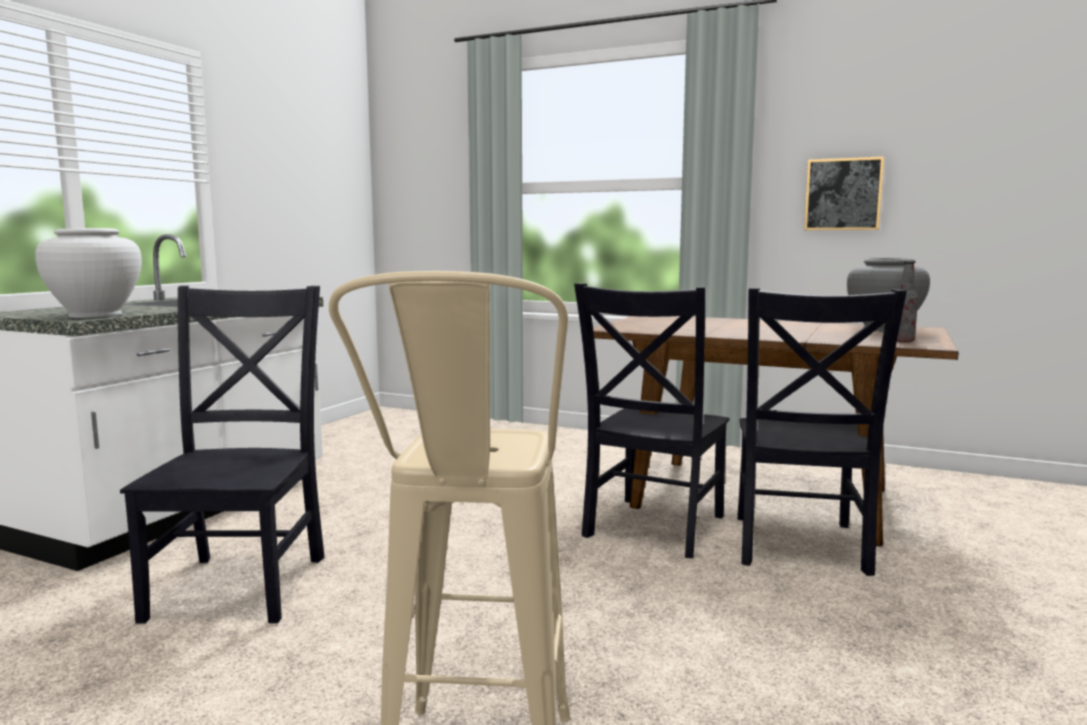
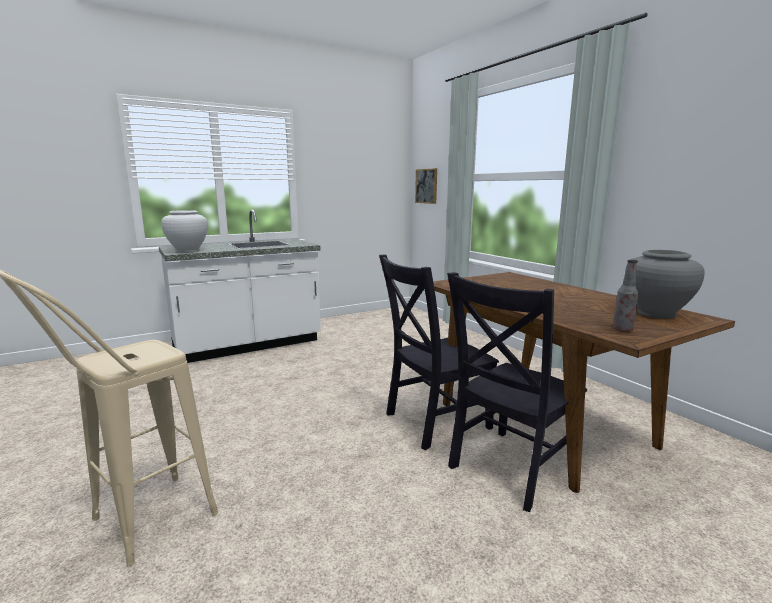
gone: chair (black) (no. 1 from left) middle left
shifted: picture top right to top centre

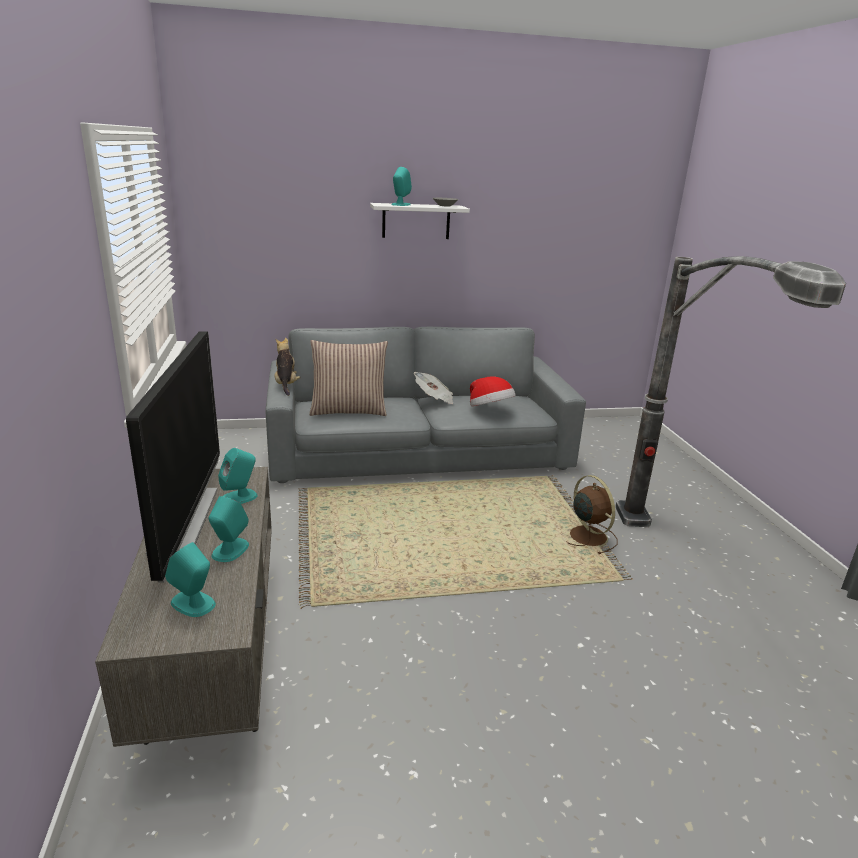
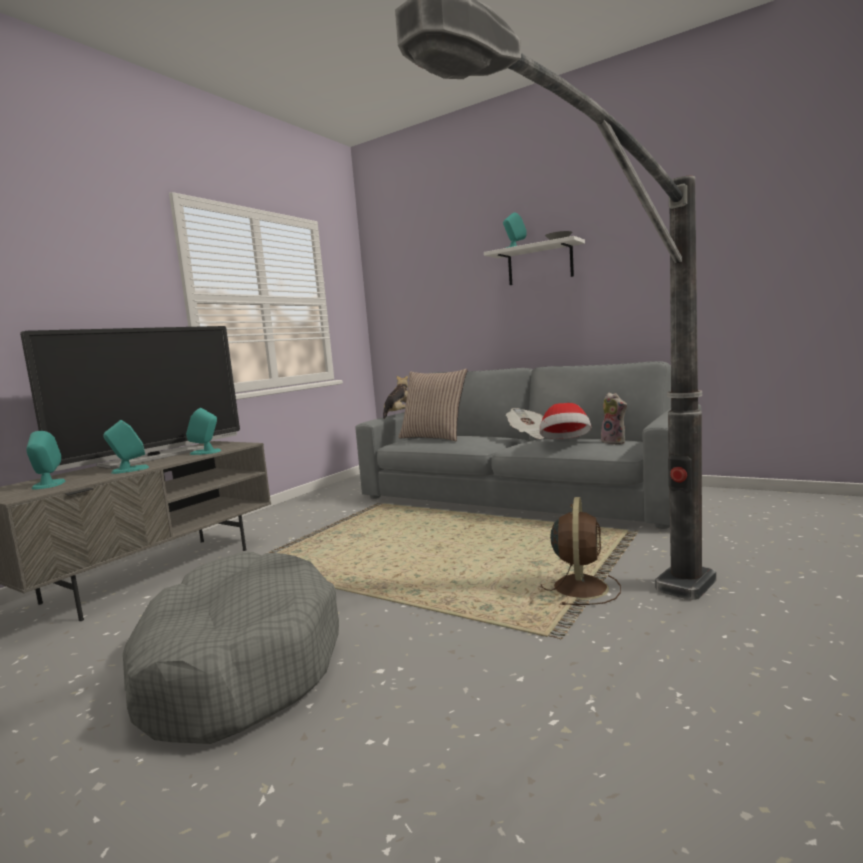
new: dog bed (grey) bottom left; plush toy (no. 2 from left) middle right

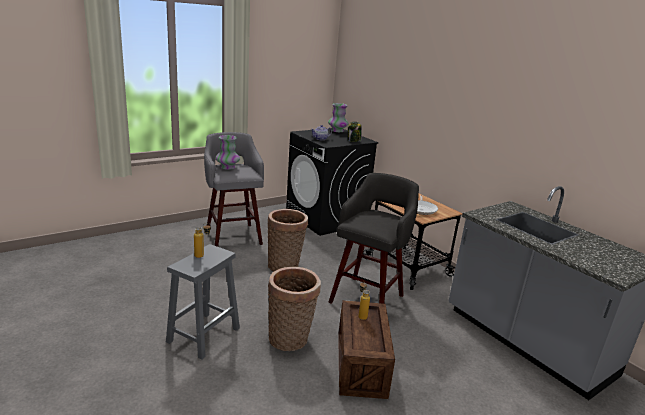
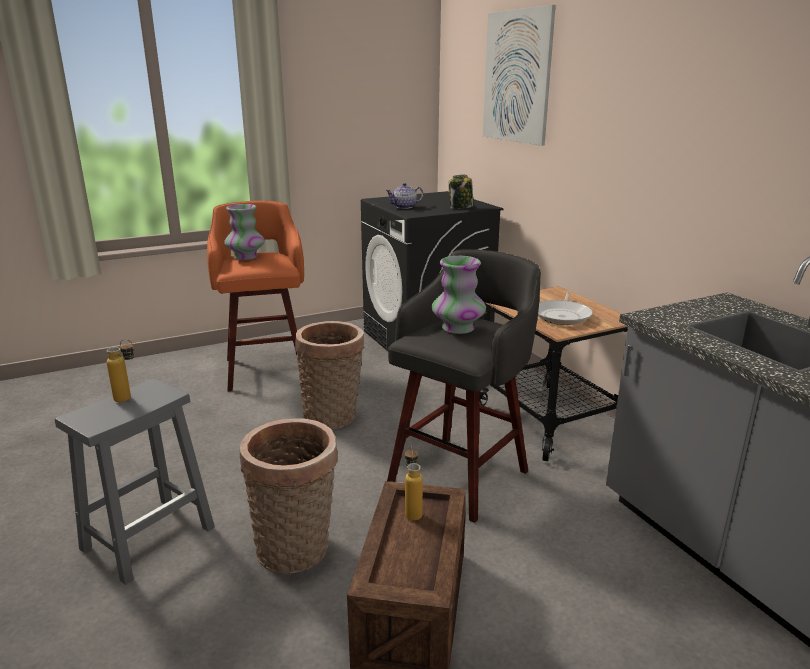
new: picture top centre
shifted: vase (no. 2 from left) top centre to centre
repainted: stool (grey) (no. 2 from left) centre to stool (orange) middle left

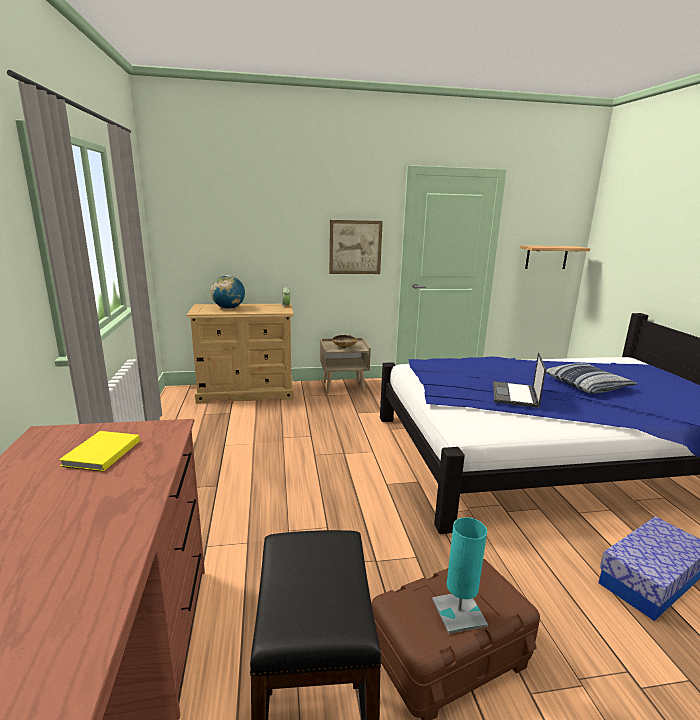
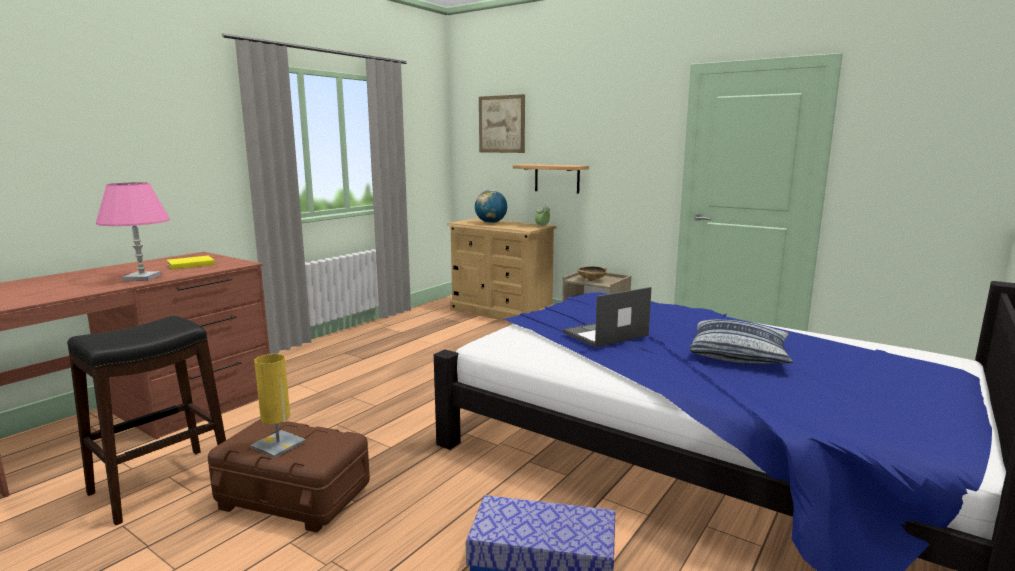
new: table lamp (pink) middle left
shifted: picture centre to top centre; shelf middle right to top centre
repainted: table lamp (turquoise) bottom centre to table lamp (yellow) bottom left

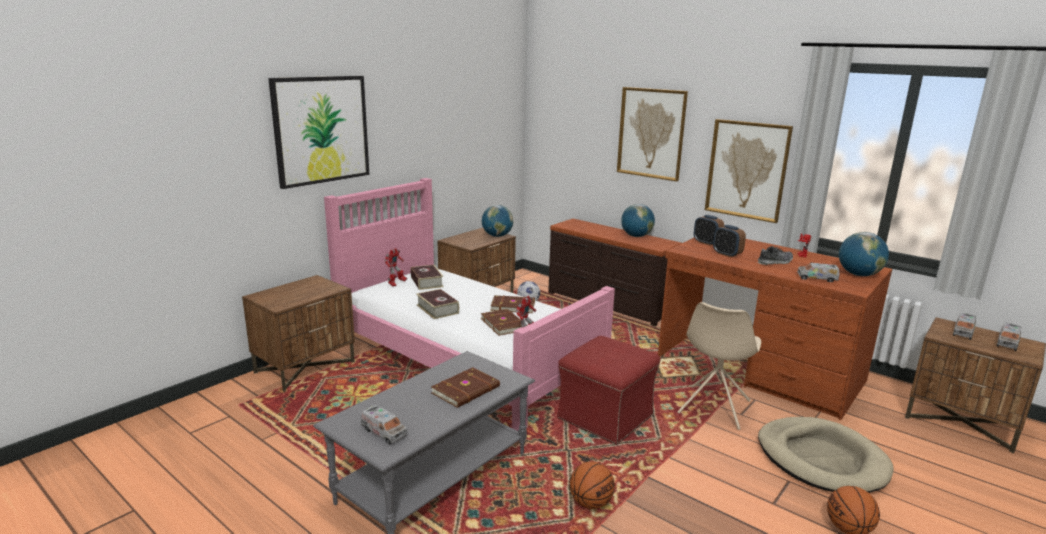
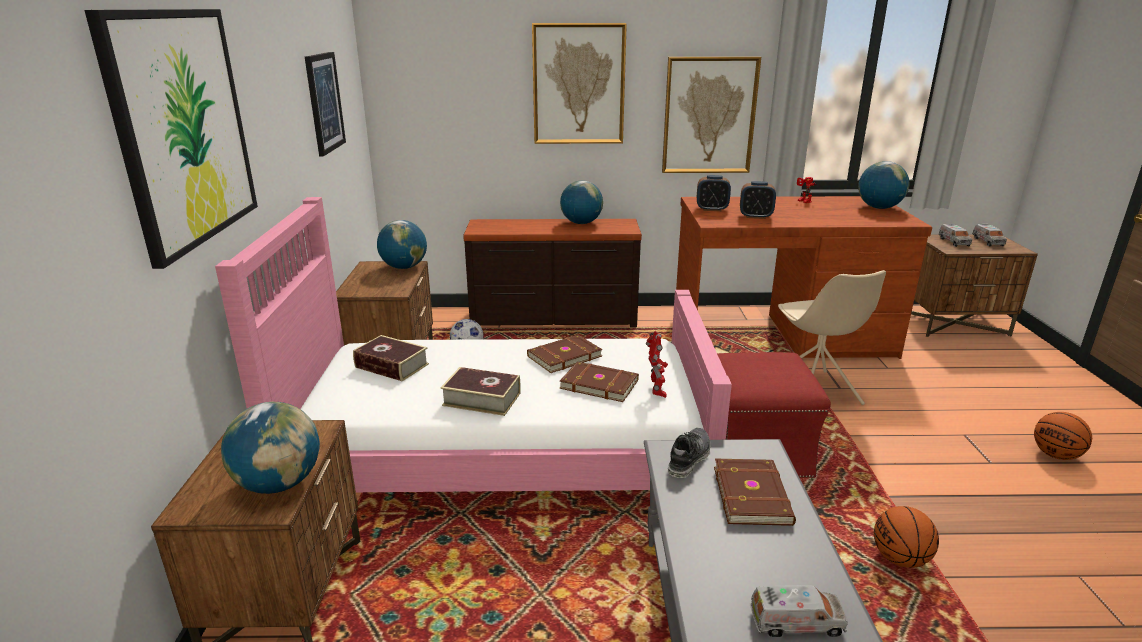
gone: toy robot (no. 1 from left) centre; dog bed (beige) bottom right; toy truck (no. 2 from left) middle right
new: globe (no. 1 from left) bottom left; picture (no. 2 from left) top left
shifted: shoe middle right to bottom centre

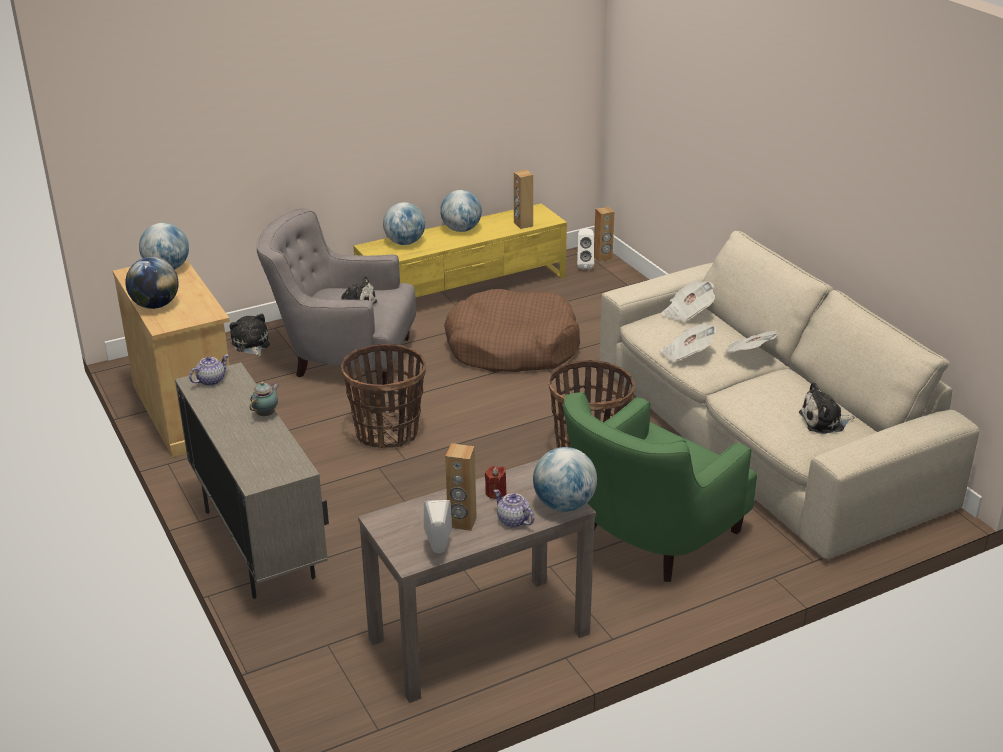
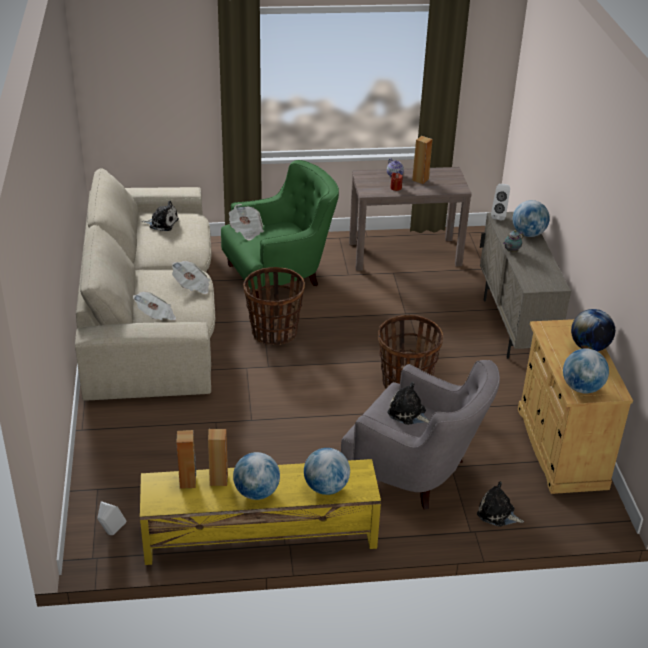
gone: teapot (no. 1 from left) middle left; dog bed (brown) centre
shifted: speaker (white) (no. 1 from left in the first image) bottom centre to speaker (white) (no. 2 from left) top right; globe (no. 5 from left in the first image) centre to globe (no. 3 from left) middle right; speaker (brown) (no. 3 from left in the first image) top centre to speaker (brown) (no. 2 from left) bottom centre; newspaper (no. 3 from left) middle right to centre
rotated: plush toy (no. 1 from left in the first image) middle left = bottom right 120 degrees clockwise

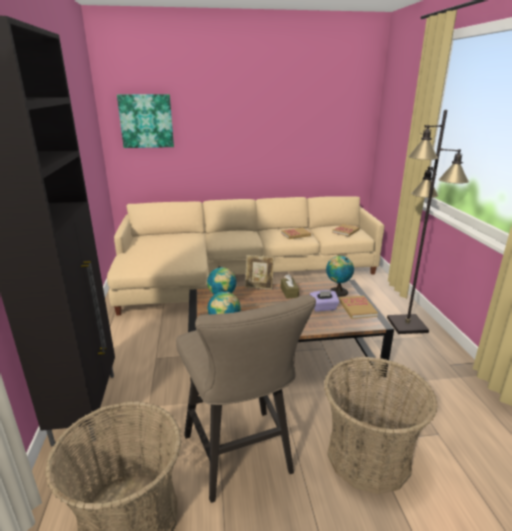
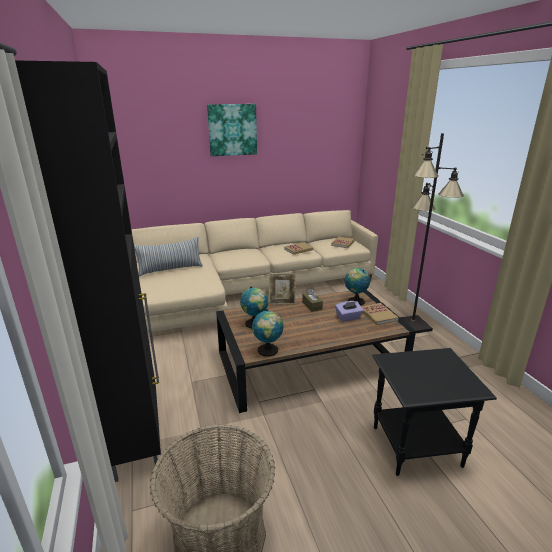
gone: stool (beige) bottom centre
new: pillow middle left
shifted: picture top left to top centre
swapped: basket (no. 2 from left) bottom right to side table (black) bottom right

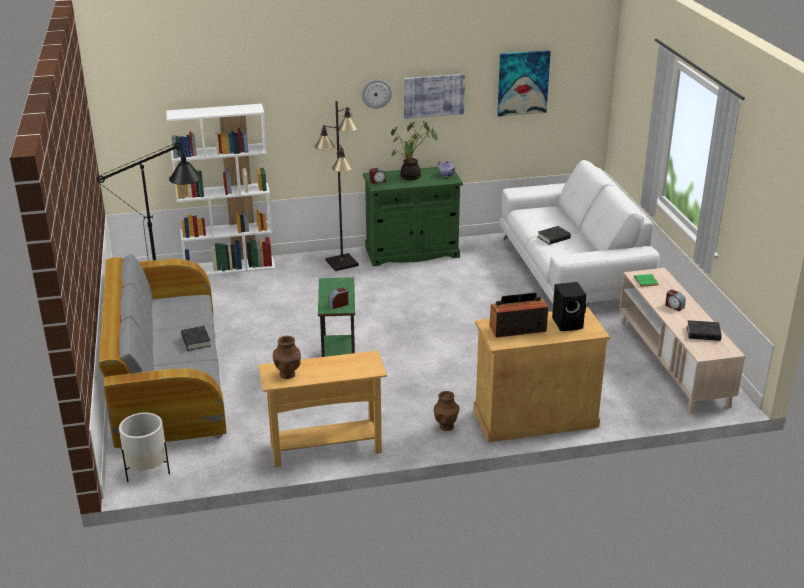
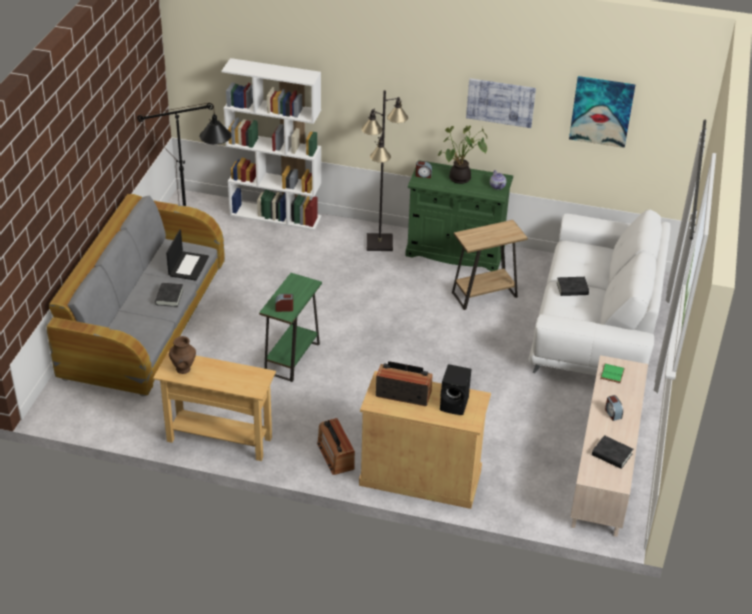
gone: planter (white) bottom left; wall clock top centre
new: laptop middle left; side table (brown) centre
swapped: vase (brown) (no. 2 from left) bottom centre to radio (no. 1 from left) bottom centre

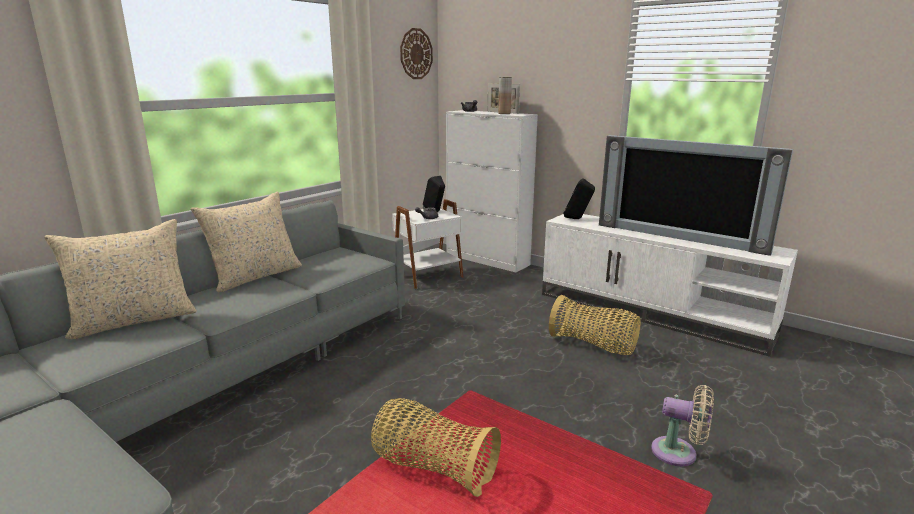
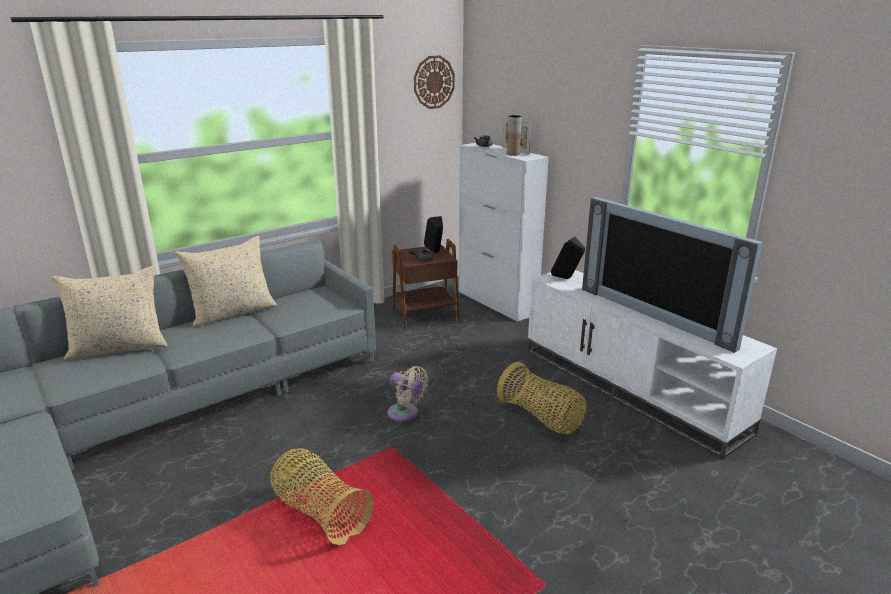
shifted: fan (beige) bottom right to centre
repainted: side table (white) centre to side table (brown) centre

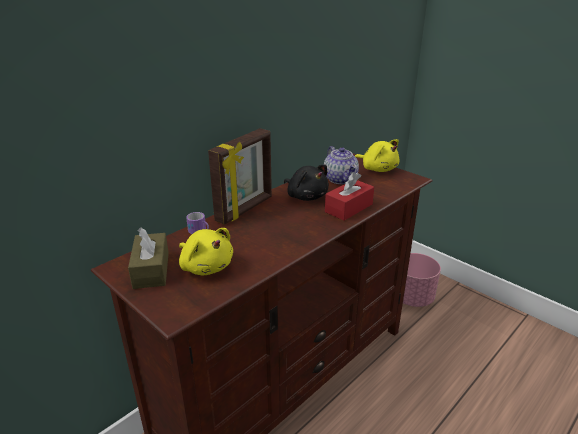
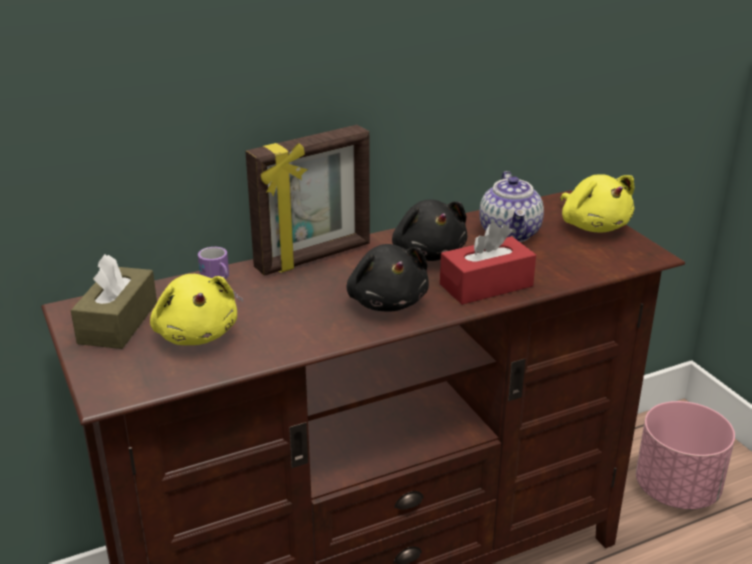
new: plush toy (black) (no. 1 from left) centre

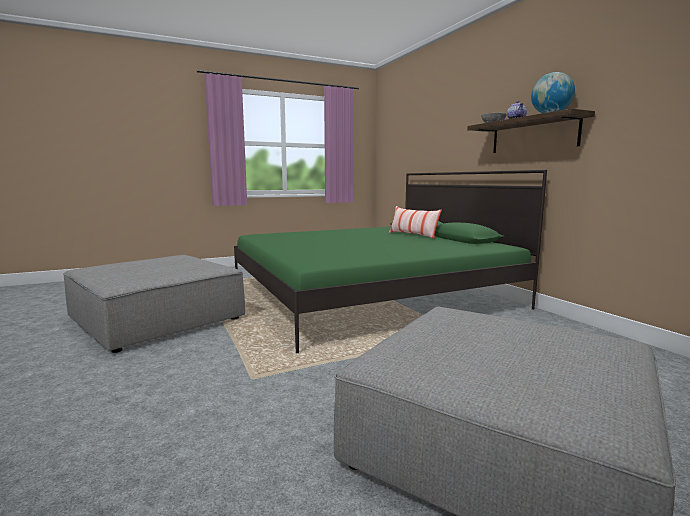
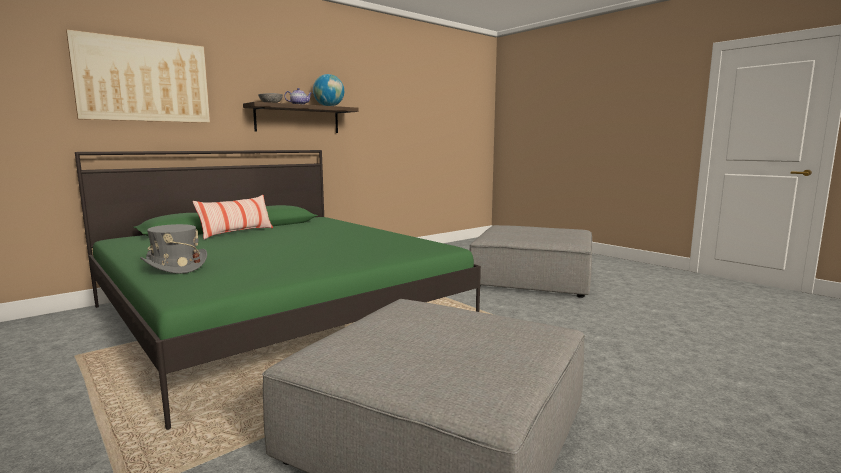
new: picture top left; hat (grey) middle left

